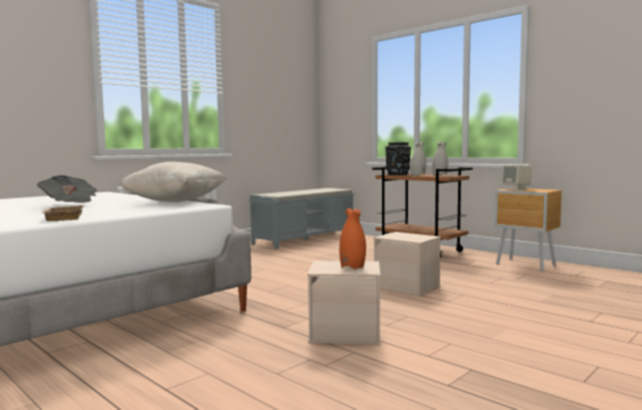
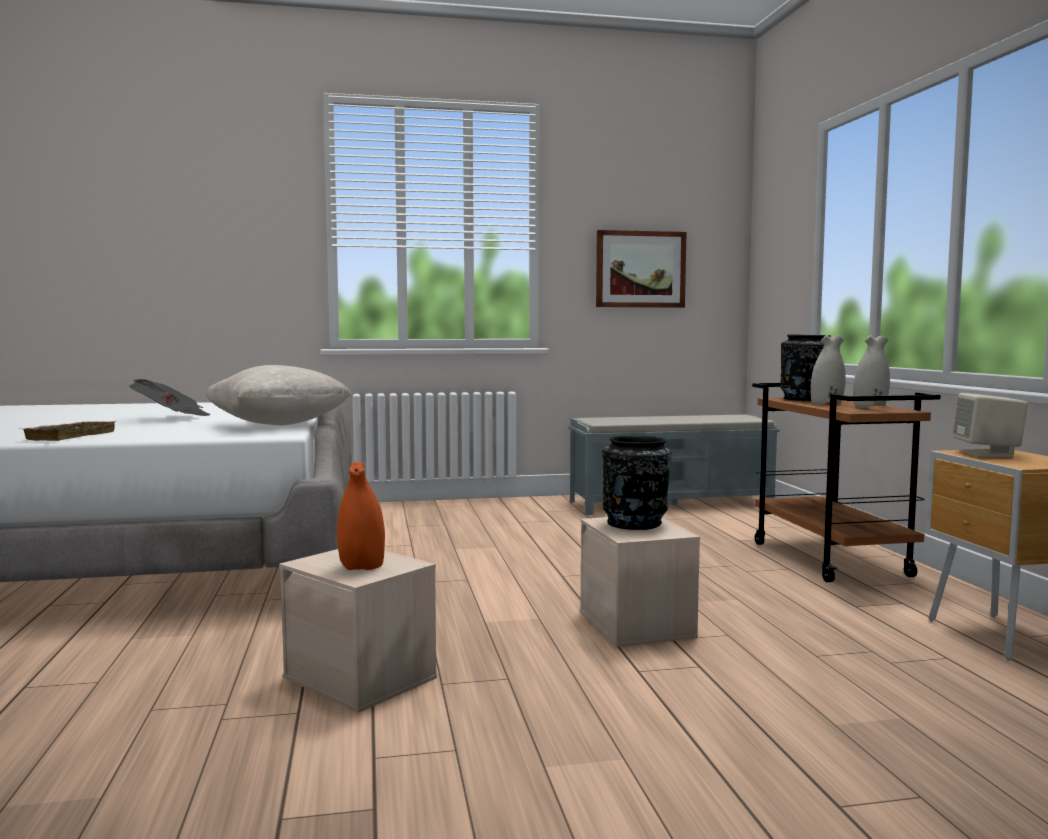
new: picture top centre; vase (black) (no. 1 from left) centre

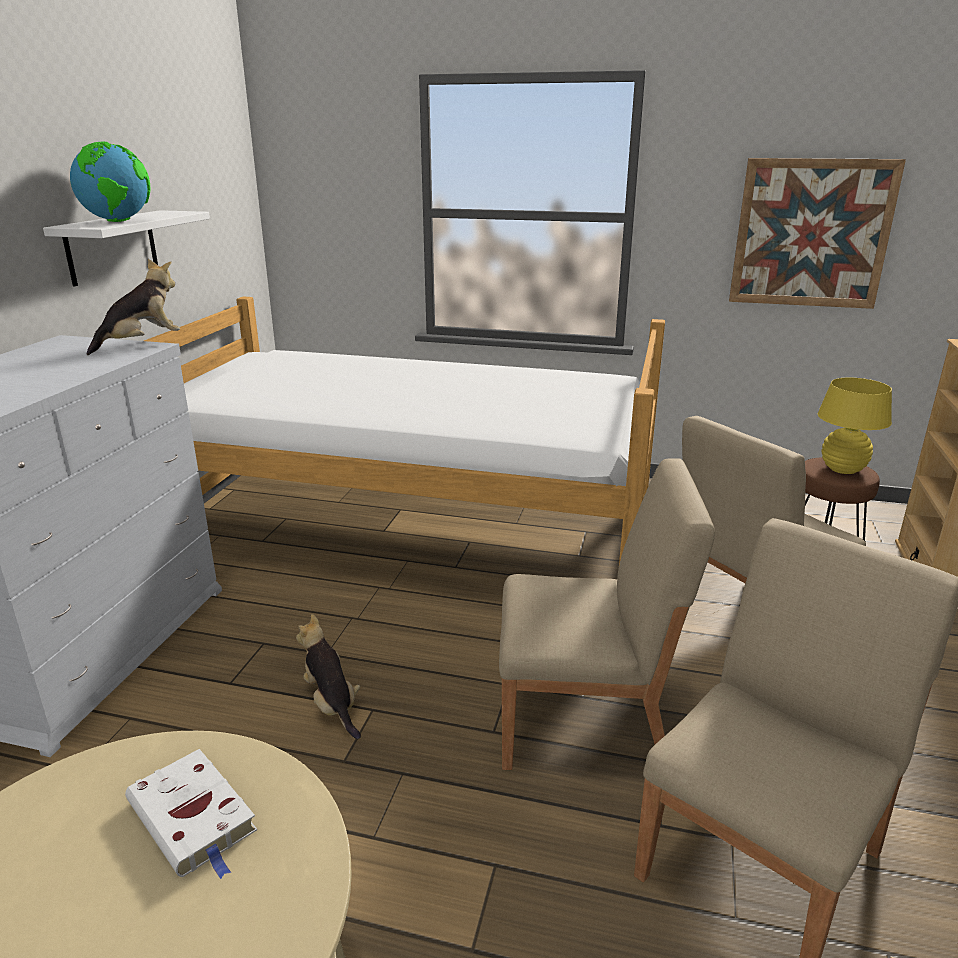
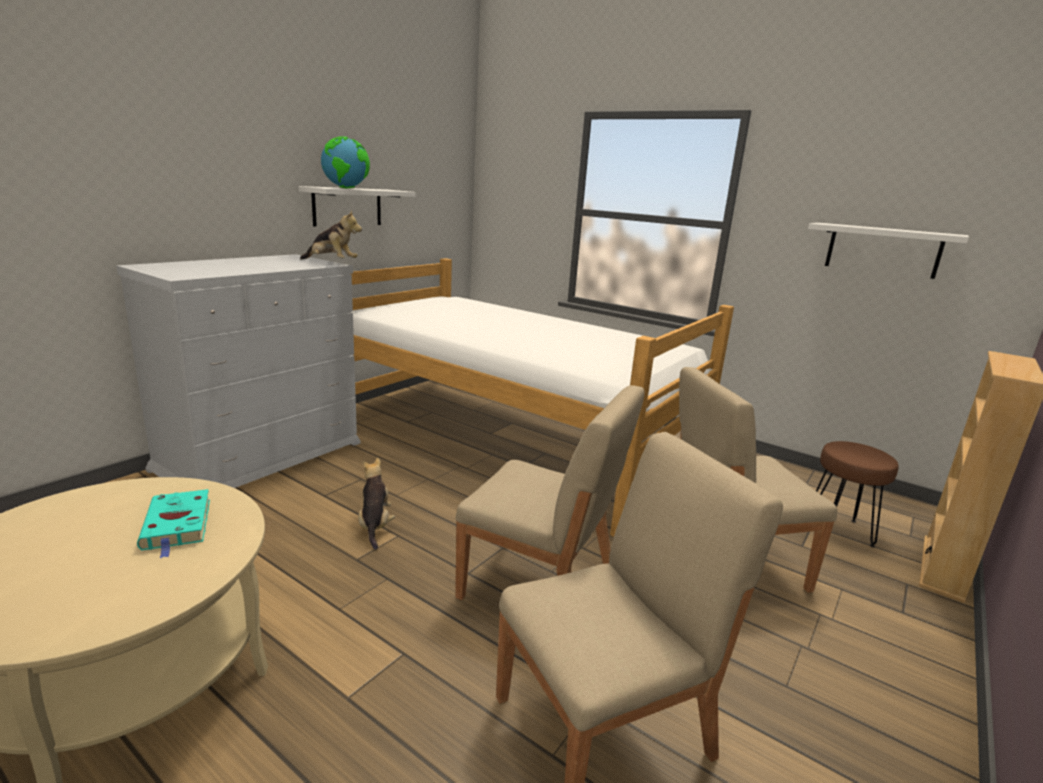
gone: table lamp (yellow) middle right
swapped: picture top right to shelf (white) (no. 2 from left) top right
repainted: book (white) bottom left to book (turquoise) bottom left
rotated: plush toy (no. 1 from left) top left = top left 45 degrees clockwise

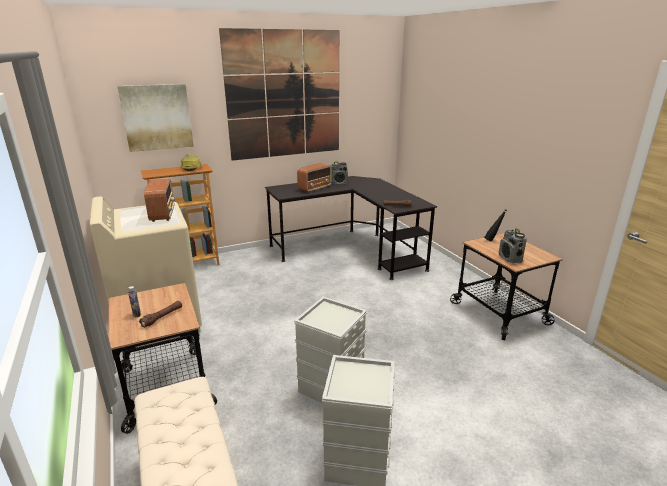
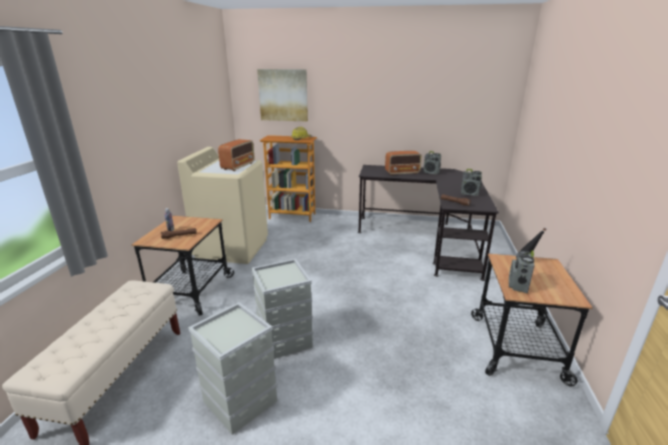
gone: picture (no. 2 from left) top centre
new: radio (no. 4 from left) middle right

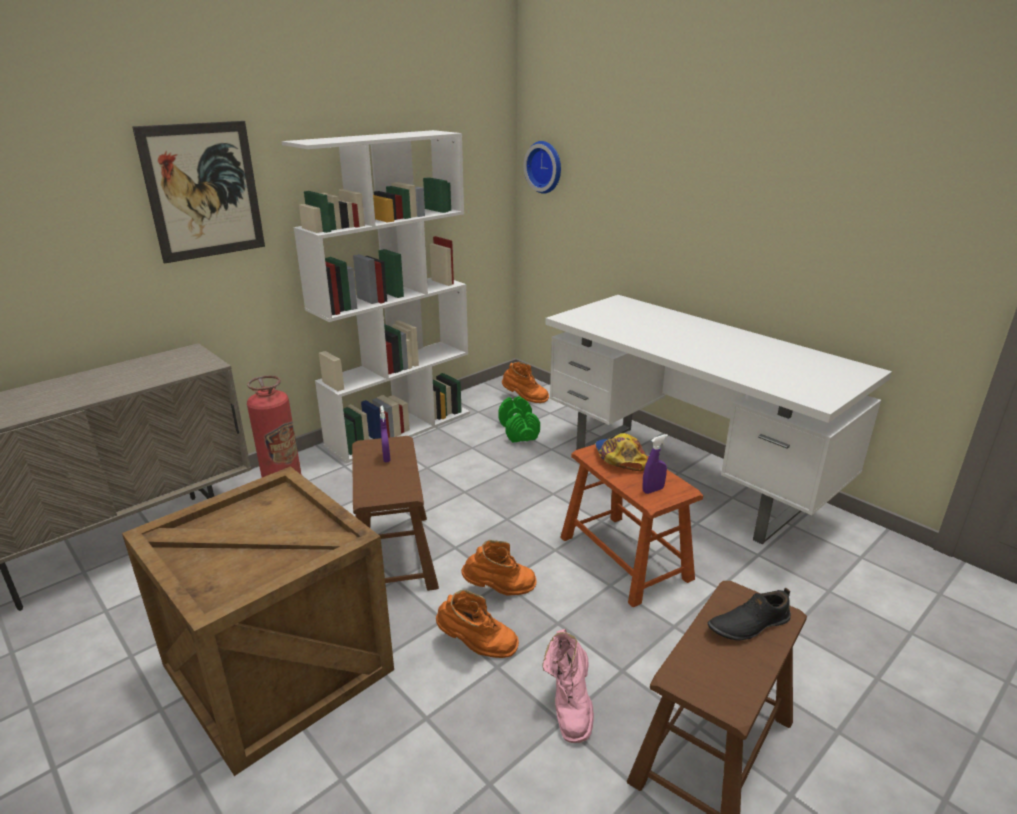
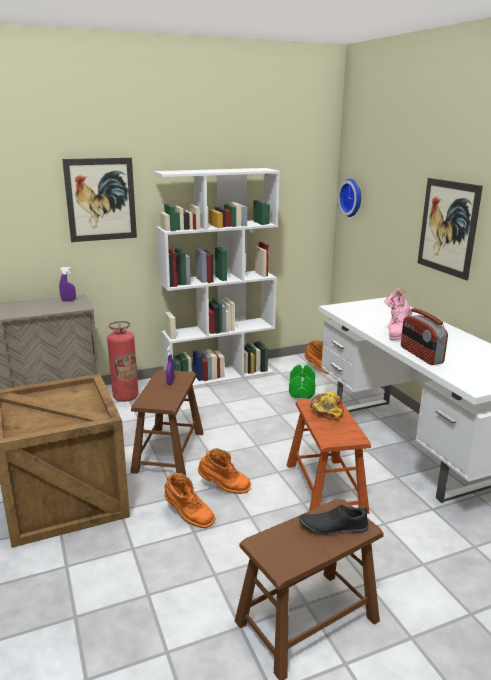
new: radio middle right; picture (no. 2 from left) middle right
shifted: boot (pink) bottom centre to middle right; spray bottle (purple) (no. 2 from left in the first image) centre to spray bottle (purple) (no. 1 from left) middle left

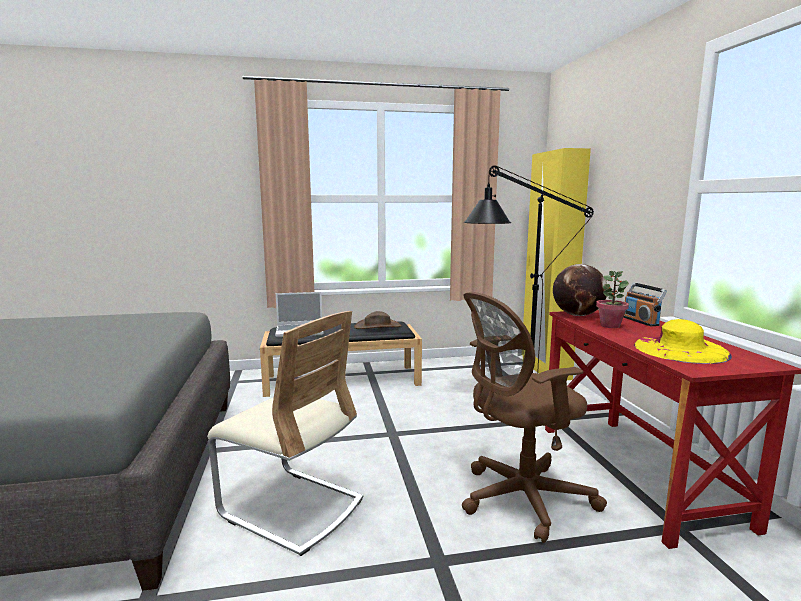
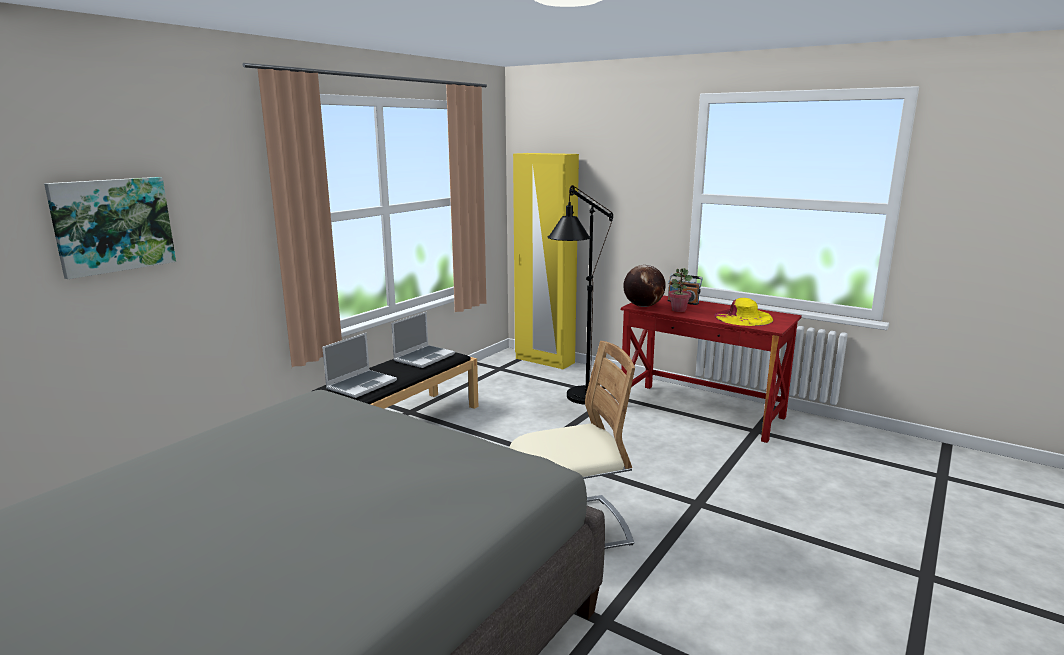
gone: office chair (brown) bottom right
new: picture middle left
swapped: hat (brown) centre to laptop (no. 2 from left) centre

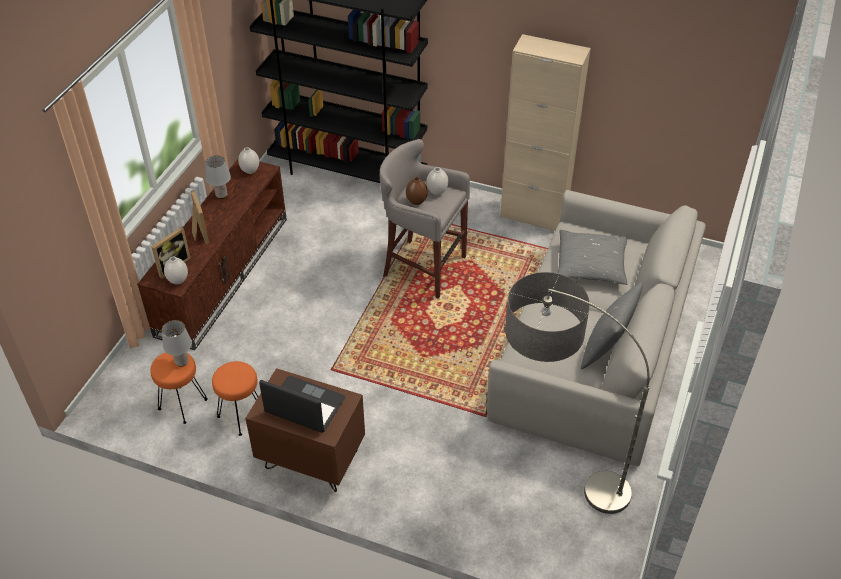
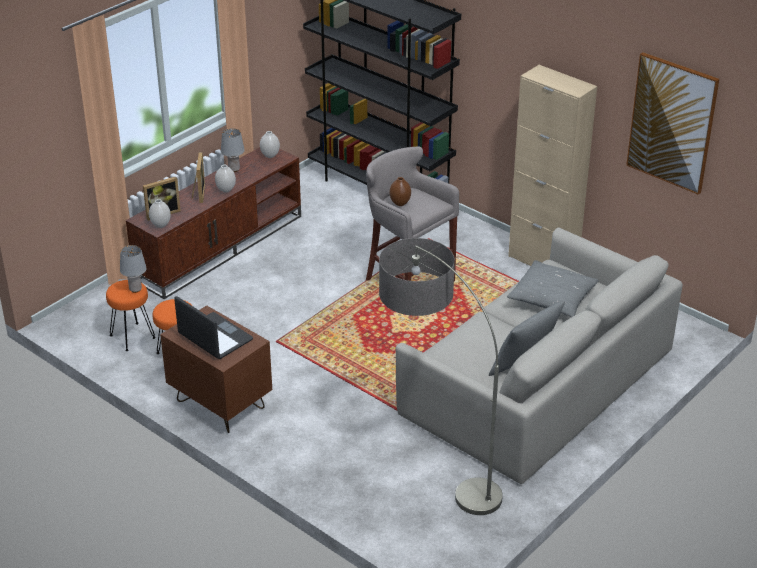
new: picture top right
shifted: vase (white) (no. 3 from left in the first image) top centre to vase (white) (no. 2 from left) top left

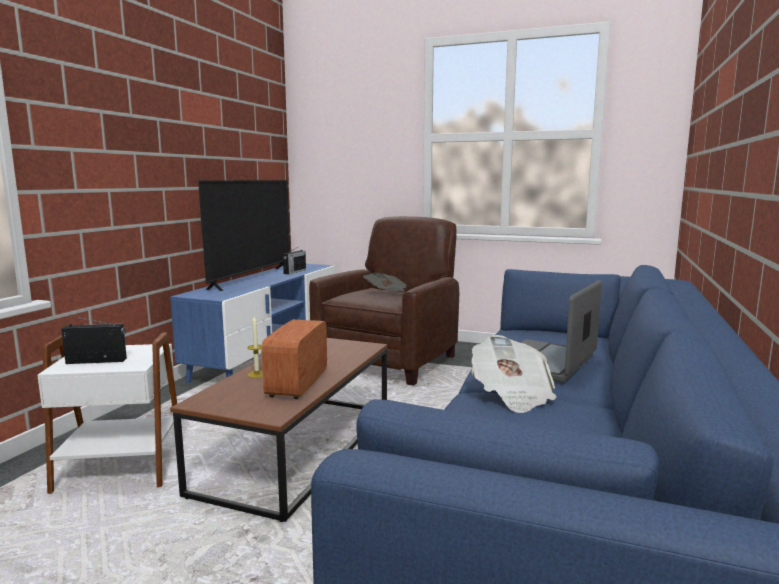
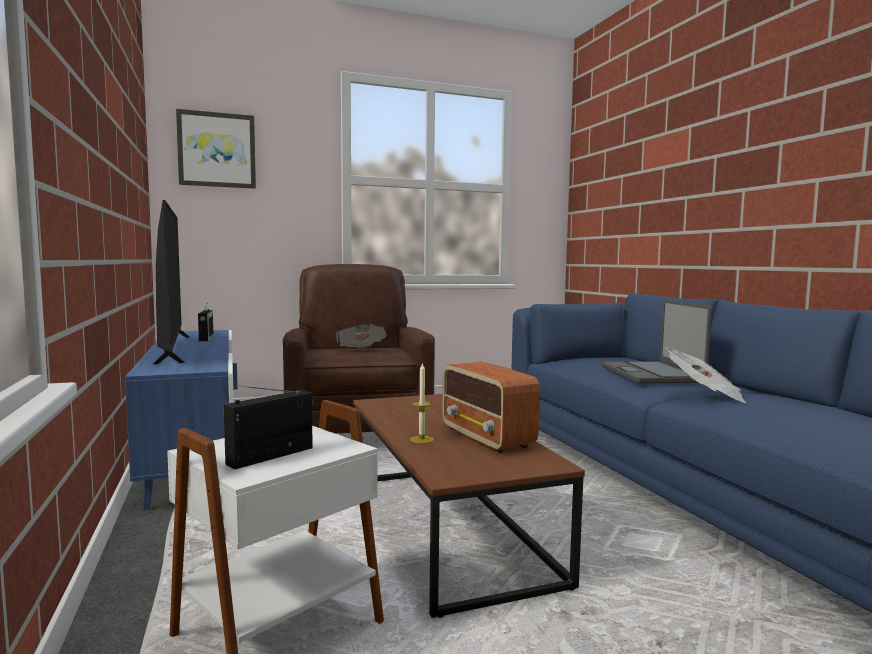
new: picture top left

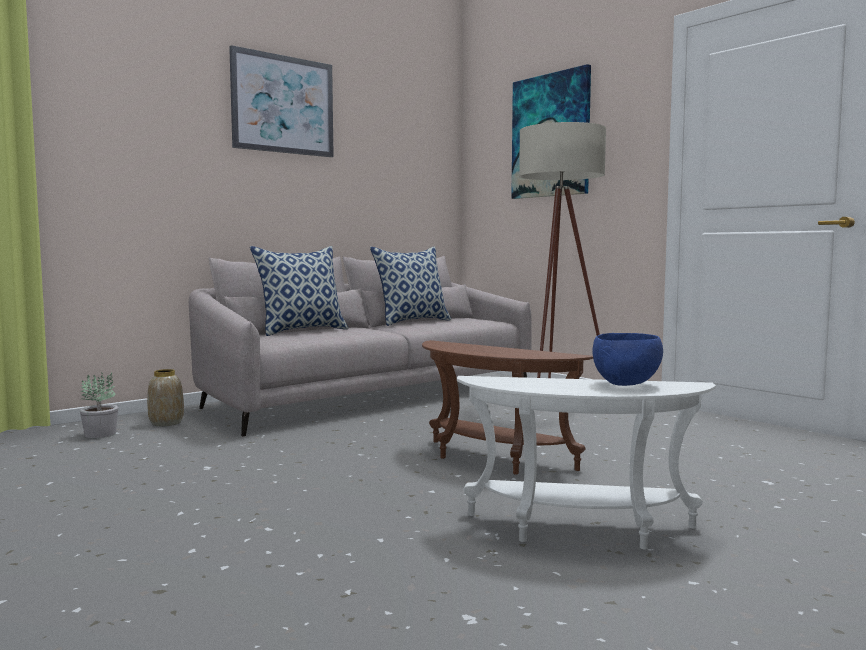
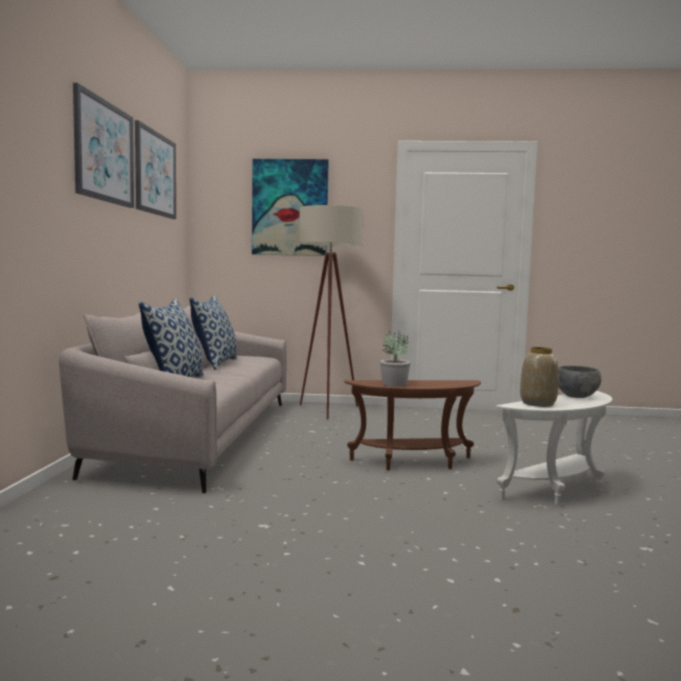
new: picture (no. 2 from left) top left
shifted: potted plant middle left to centre; vase middle left to middle right
repainted: bowl (blue) middle right to bowl (grey) middle right

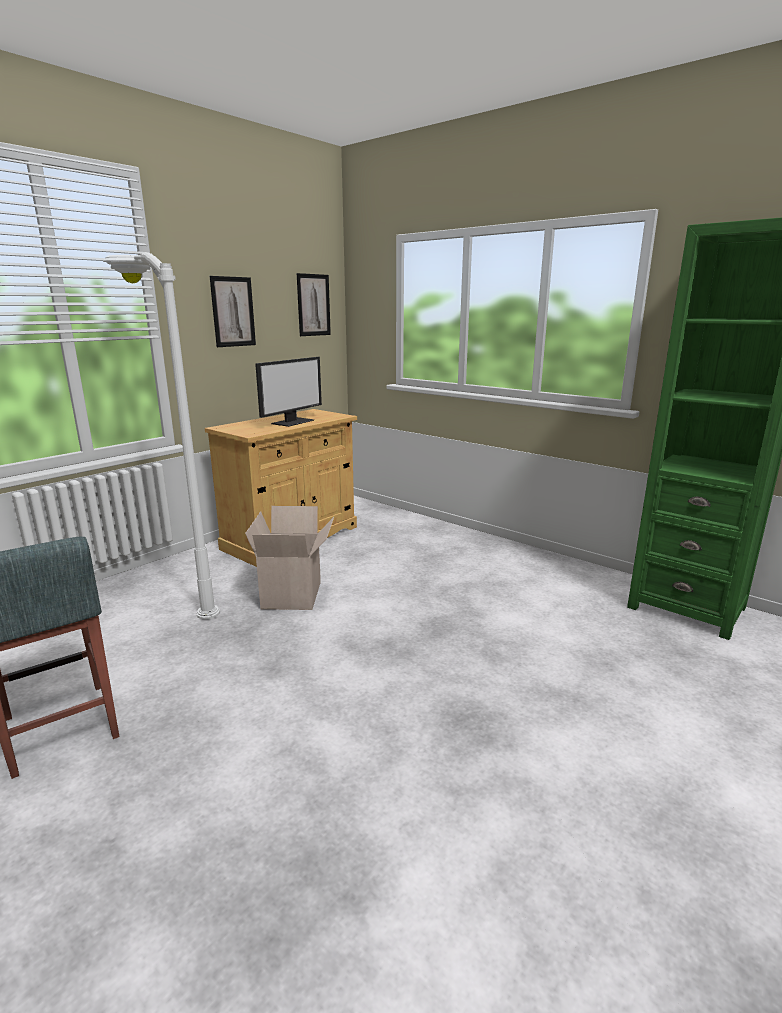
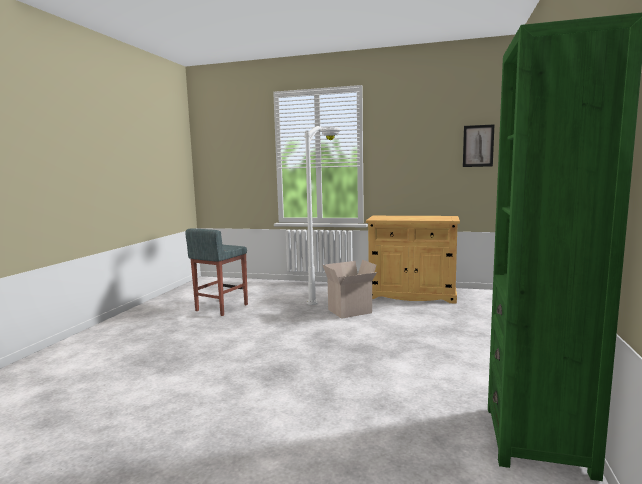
gone: picture (no. 1 from left) top left; monitor centre

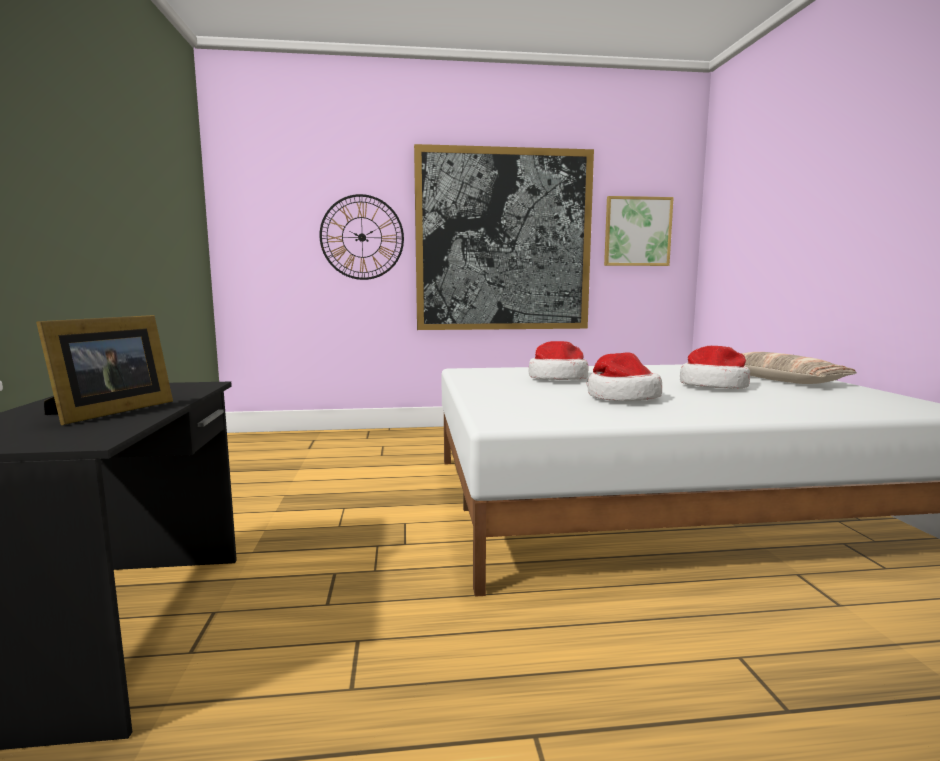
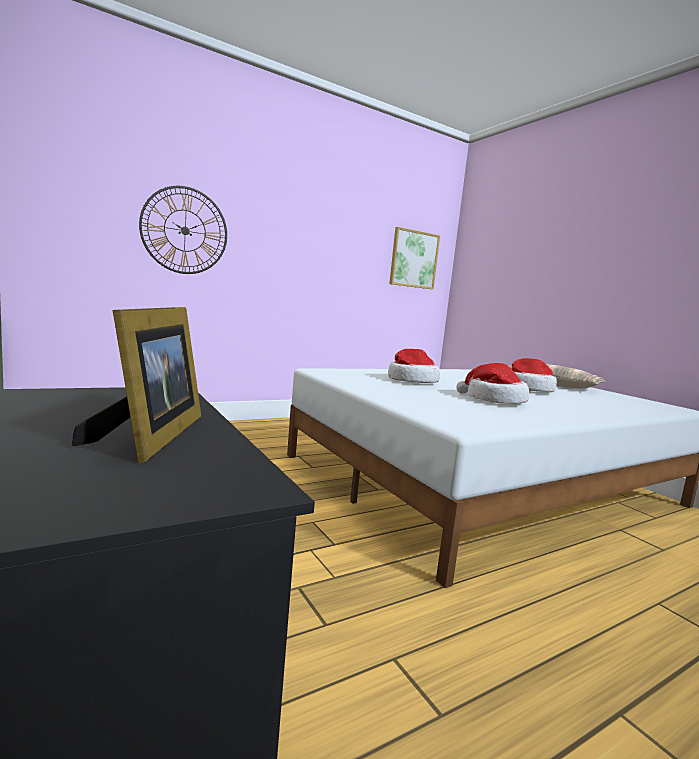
gone: picture (no. 1 from left) top centre

